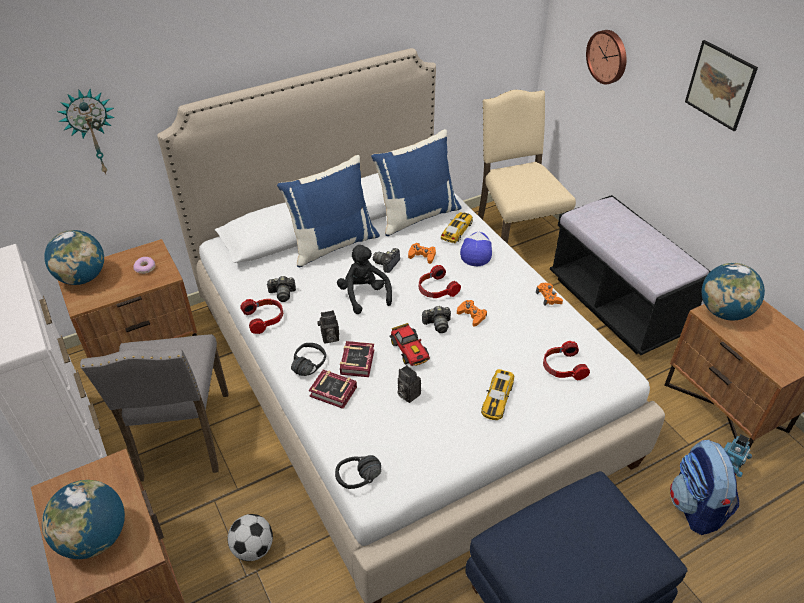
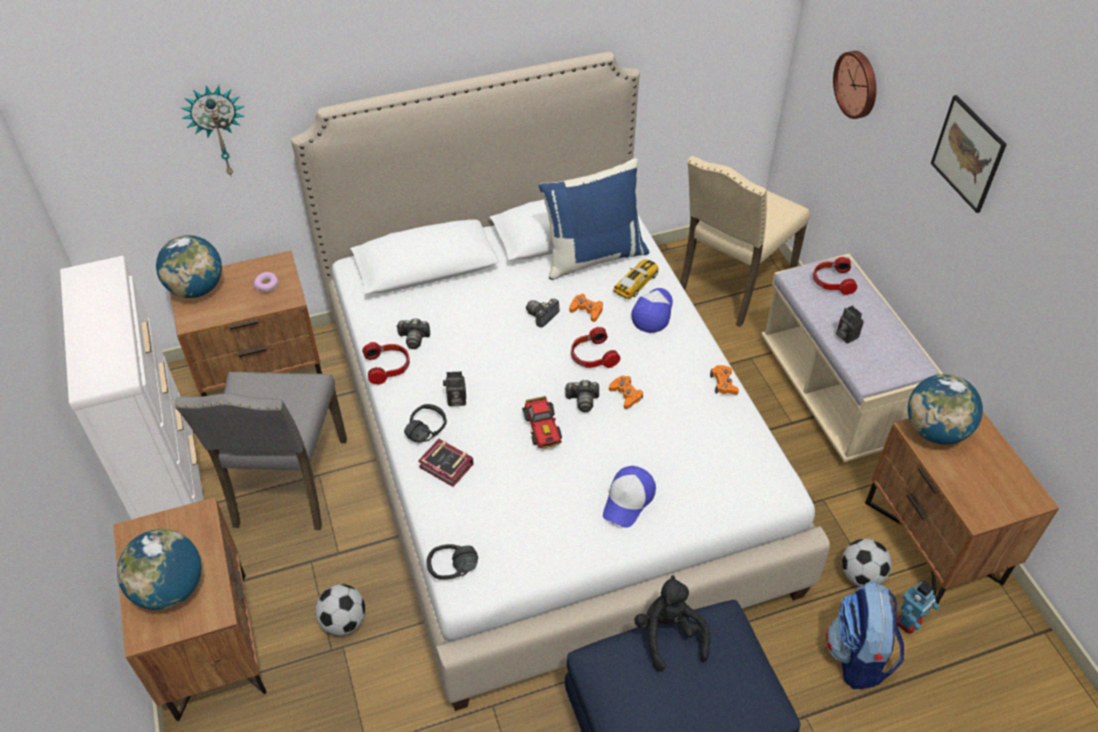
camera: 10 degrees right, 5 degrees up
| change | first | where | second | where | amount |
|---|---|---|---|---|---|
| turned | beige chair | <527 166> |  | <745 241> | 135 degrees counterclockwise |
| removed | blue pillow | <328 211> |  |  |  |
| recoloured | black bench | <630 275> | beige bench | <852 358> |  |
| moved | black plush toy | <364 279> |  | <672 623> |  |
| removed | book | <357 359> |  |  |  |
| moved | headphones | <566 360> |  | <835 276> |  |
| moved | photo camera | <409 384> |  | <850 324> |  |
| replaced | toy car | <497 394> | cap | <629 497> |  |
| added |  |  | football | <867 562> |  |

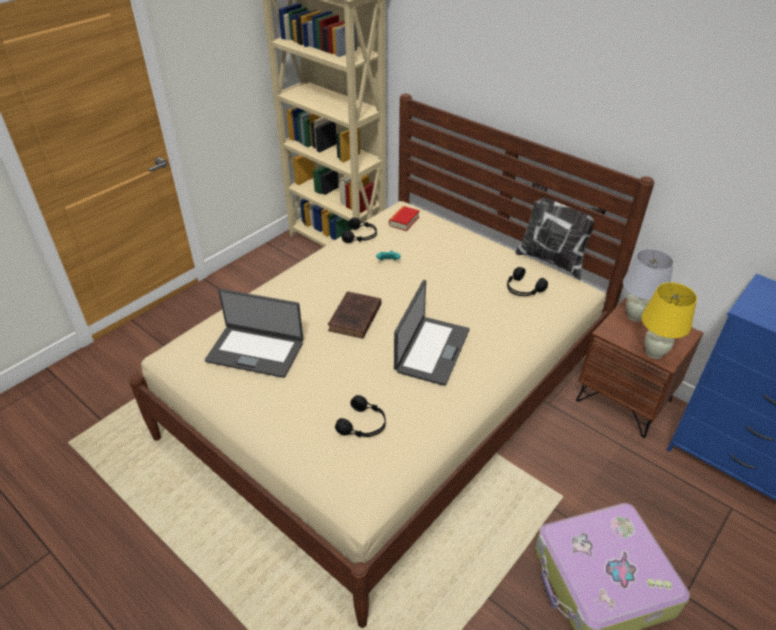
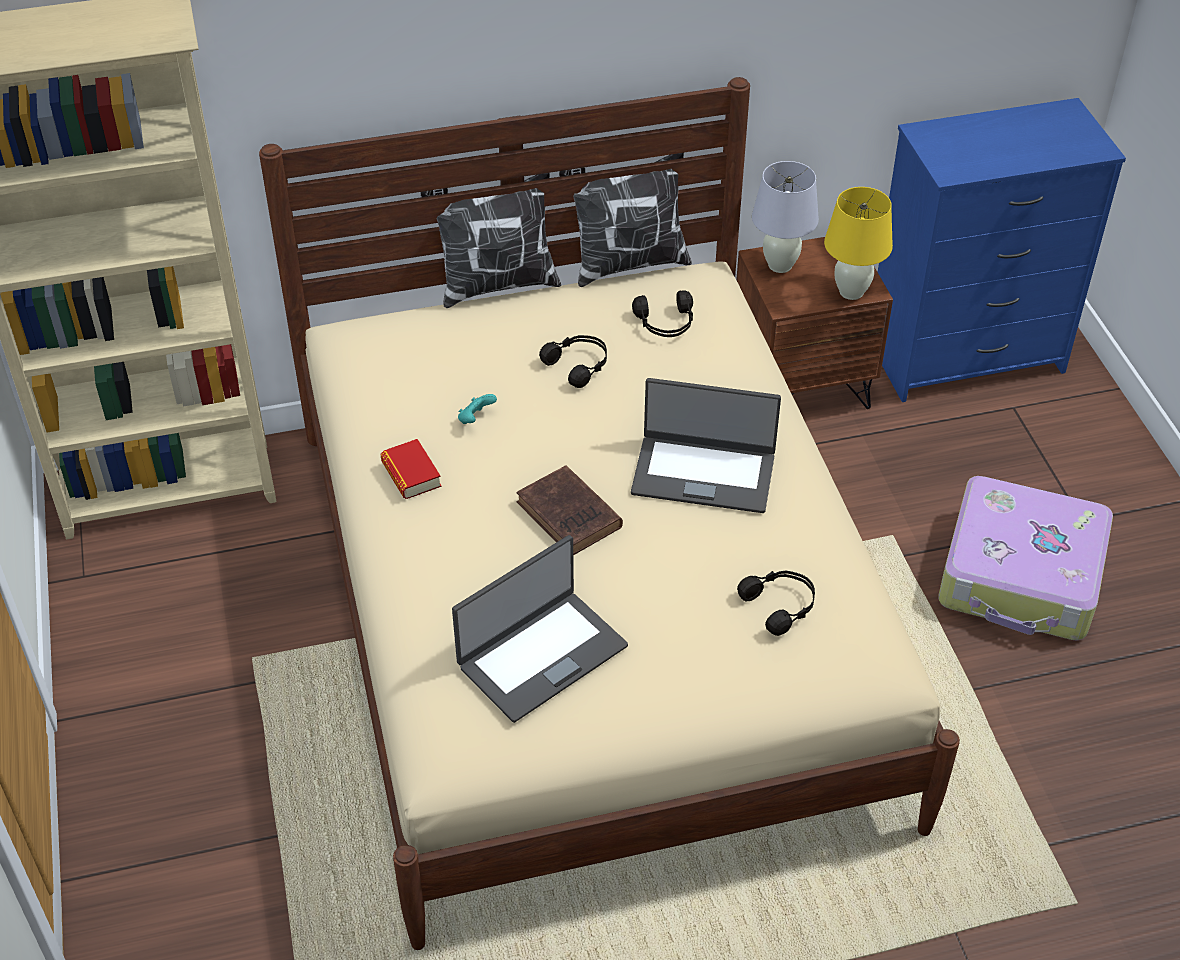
camera: 55 degrees left, 5 degrees up
| change | first | where | second | where | amount |
|---|---|---|---|---|---|
| moved | book | <404 218> |  | <410 469> |  |
| moved | black headphones | <359 230> |  | <573 361> |  |
| turned | laptop | <432 333> |  | <706 445> | 135 degrees clockwise |
| added |  |  | pillow | <491 240> |  |

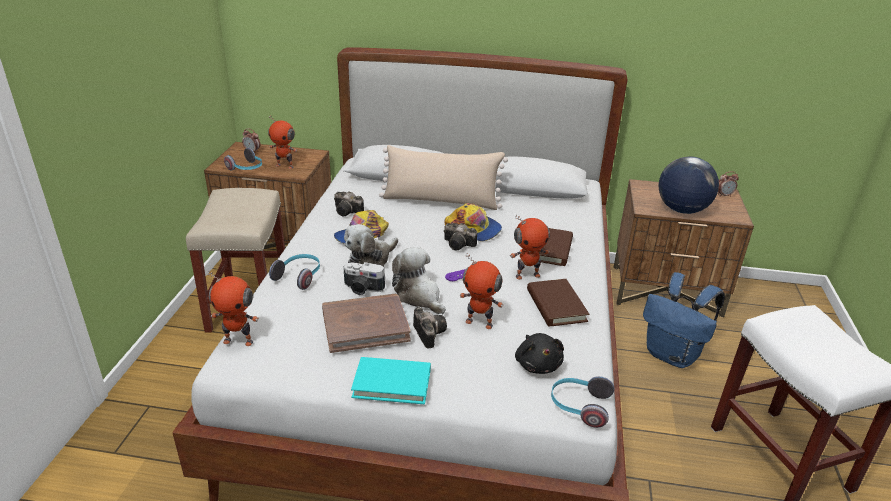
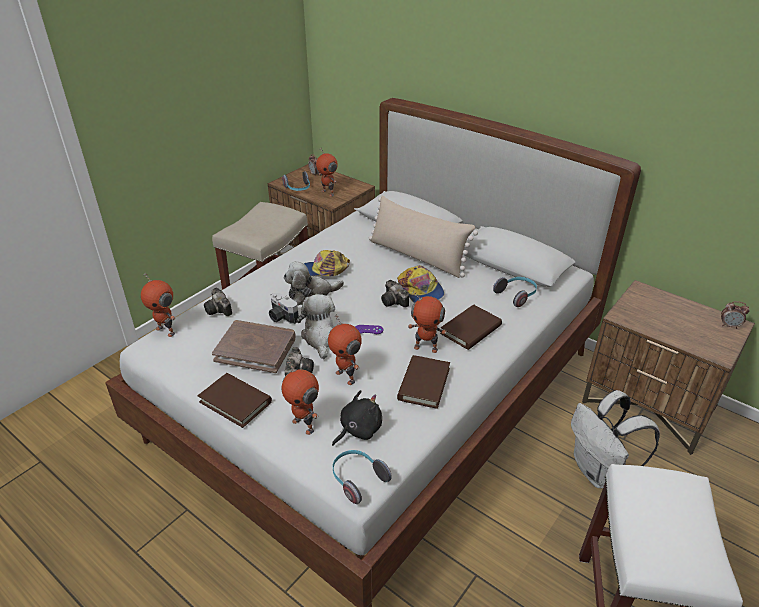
camera: 30 degrees right, 5 degrees up
| change | first | where | second | where | amount |
|---|---|---|---|---|---|
| removed | globe | <689 185> |  |  |  |
| moved | photo camera | <349 203> |  | <218 302> |  |
| moved | headphones | <294 272> |  | <515 292> |  |
| recoloured | blue backpack | <684 320> | white backpack | <615 439> |  |
| turned | black plush toy | <539 353> |  | <357 418> | 150 degrees counterclockwise |
| recoloured | turquoise book | <391 380> | brown book | <235 400> |  |
| added |  |  | toy robot | <300 397> |  |

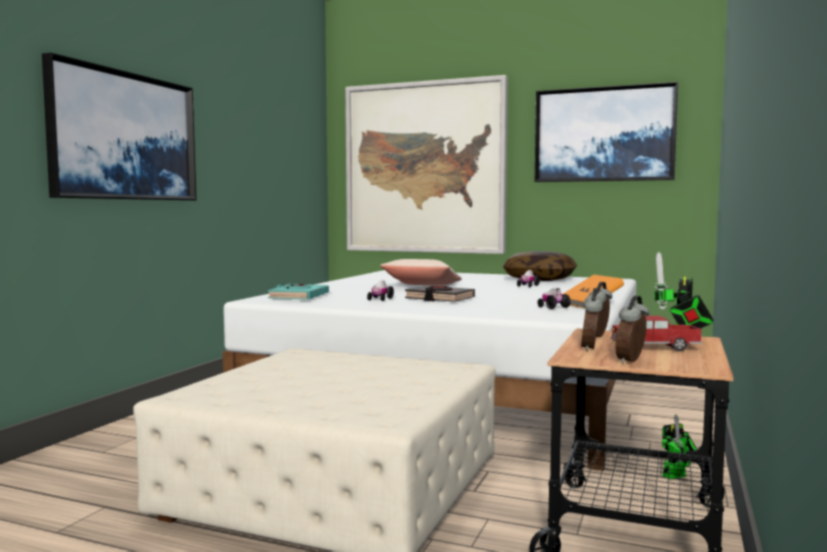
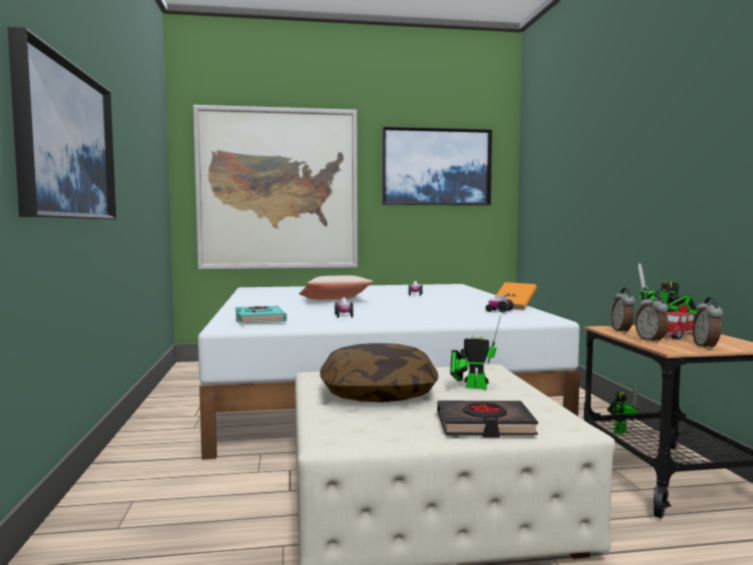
camera: 30 degrees left, 0 degrees up
| change | first | where | second | where | amount |
|---|---|---|---|---|---|
| moved | pillow | <540 266> |  | <379 372> |  |
| moved | black book | <440 294> |  | <487 419> |  |
| added |  |  | toy robot | <475 352> |  |

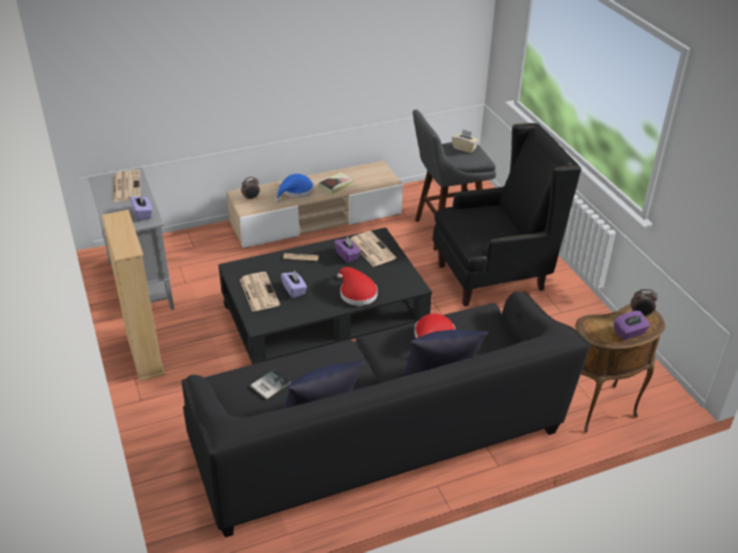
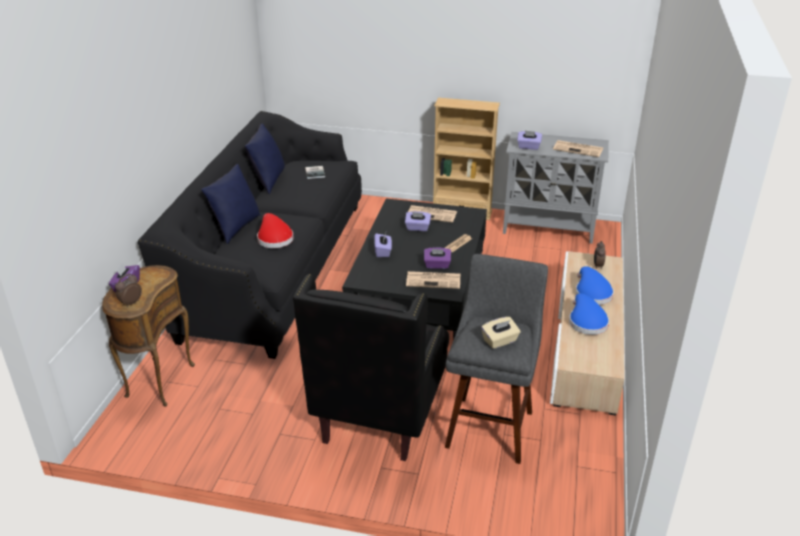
camera: 125 degrees right, 5 degrees down
| change | first | where | second | where | amount |
|---|---|---|---|---|---|
| replaced | book | <336 183> | blue hat | <589 314> |  |
| replaced | red hat | <357 286> | purple tissue box | <383 245> |  |

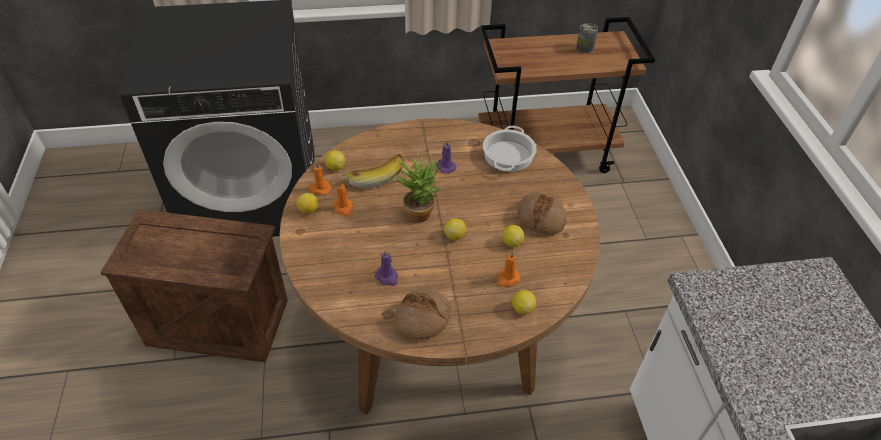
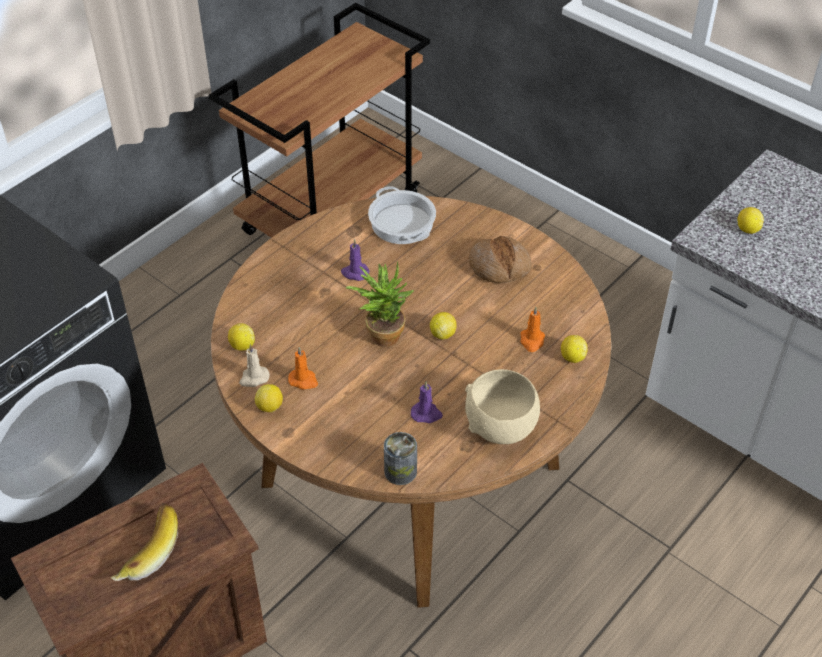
camera: 40 degrees left, 0 degrees up
| change | first | where | second | where | amount |
|---|---|---|---|---|---|
| moved | can | <587 38> |  | <400 458> |  |
| moved | banana | <371 171> |  | <144 542> |  |
| recoloured | orange candle | <320 178> | beige candle | <254 365> |  |
| moved | lemon | <513 236> |  | <750 220> |  |
| replaced | bread | <423 314> | beige bowl | <502 406> |  |

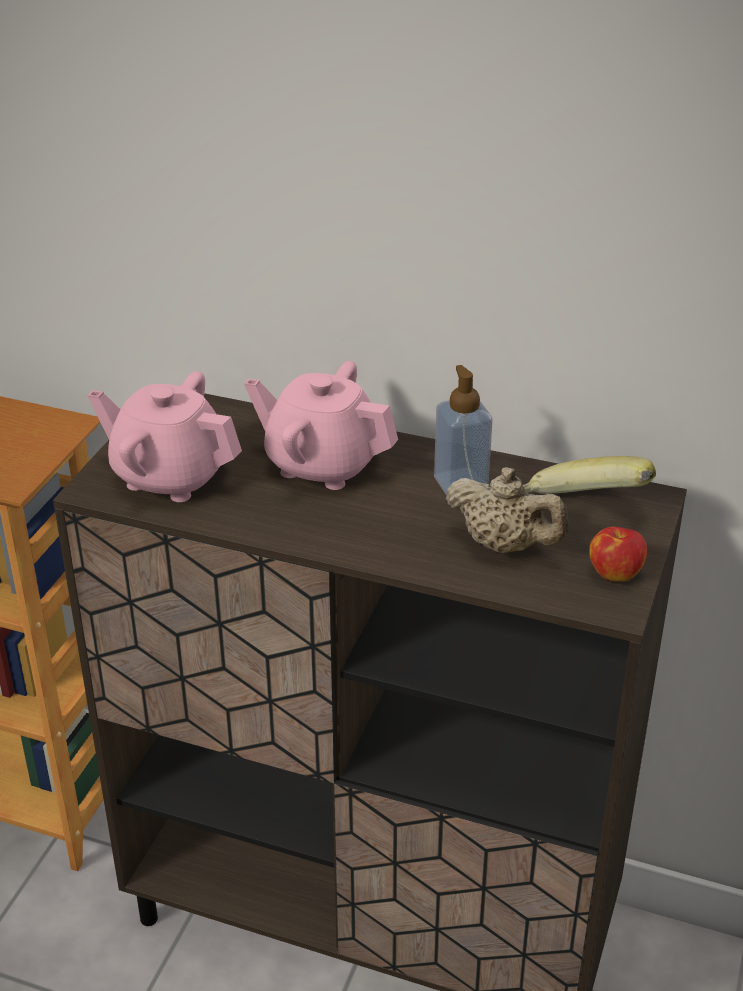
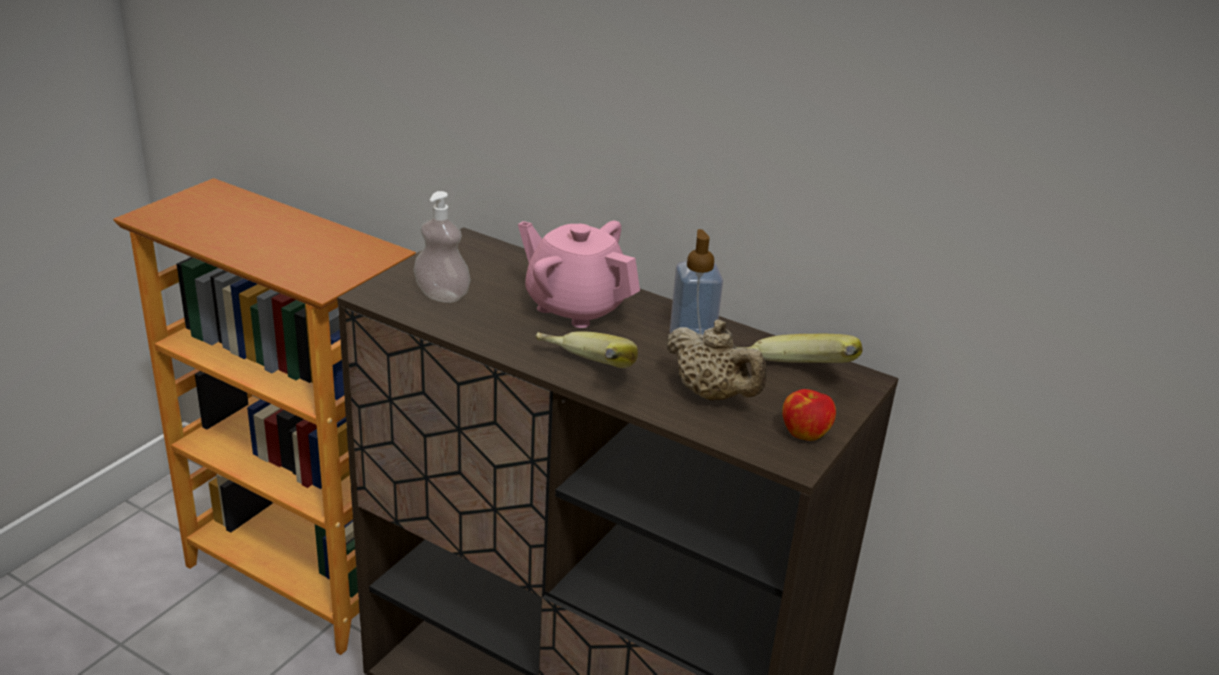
camera: 10 degrees right, 5 degrees down
| change | first | where | second | where | amount |
|---|---|---|---|---|---|
| replaced | pink teapot | <164 436> | soap dispenser | <442 247> |  |
| added |  |  | banana | <587 349> |  |

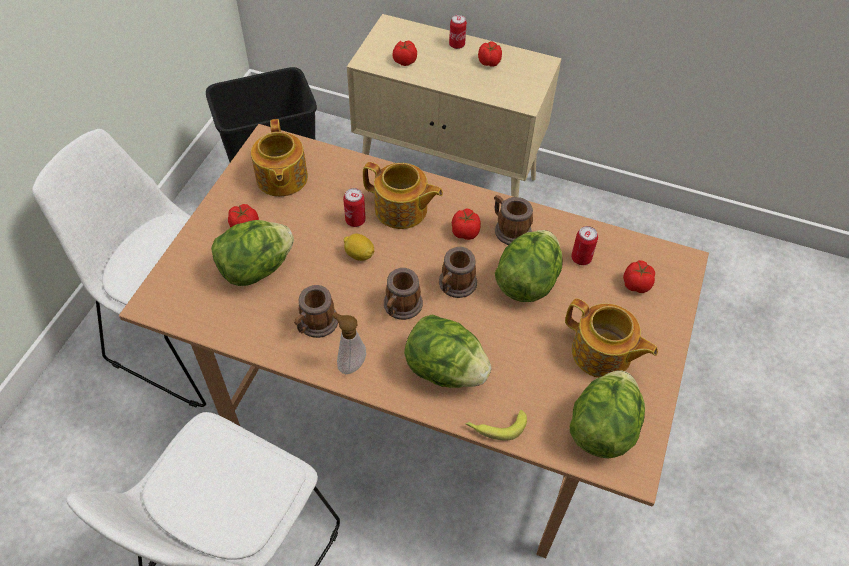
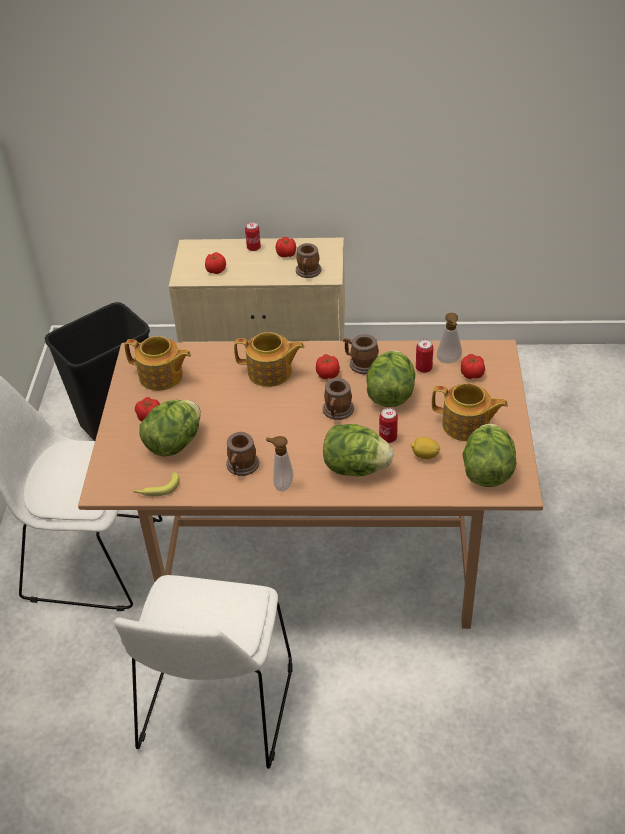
camera: 15 degrees left, 10 degrees down
| change | first | where | second | where | amount |
|---|---|---|---|---|---|
| turned | teapot | <279 158> |  | <157 363> | 45 degrees counterclockwise |
| moved | can | <354 207> |  | <388 425> |  |
| moved | lemon | <358 247> |  | <425 448> |  |
| moved | mug | <403 294> |  | <308 260> |  |
| moved | banana | <496 425> |  | <156 484> |  |
| added |  |  | soap dispenser | <449 338> |  |

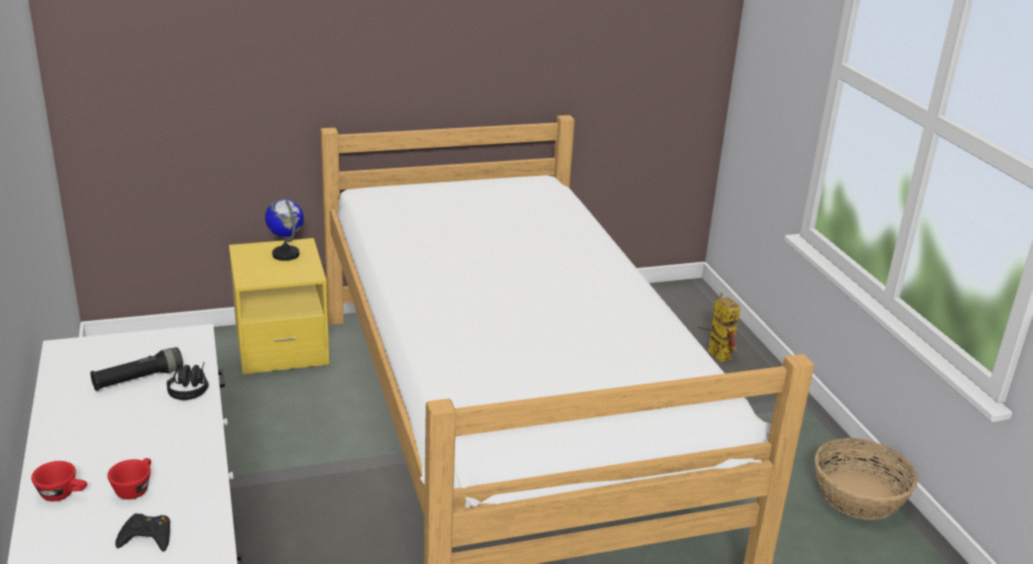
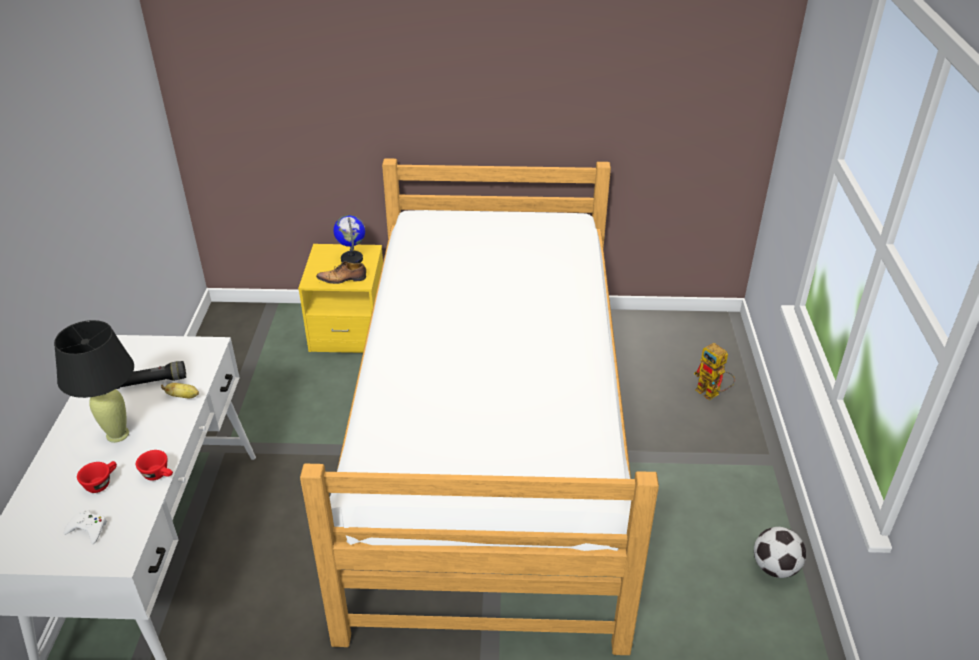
camera: 20 degrees right, 10 degrees up
| change | first | where | second | where | amount |
|---|---|---|---|---|---|
| turned | toy robot | <719 327> |  | <714 371> | 150 degrees clockwise |
| replaced | black headphones | <188 381> | banana | <180 390> |  |
| replaced | basket | <866 479> | football | <780 552> |  |
| moved | red cup | <59 481> |  | <154 465> |  |
| recoloured | black game controller | <142 532> | white game controller | <85 526> |  |
| added |  |  | shoe | <341 272> |  |
| added |  |  | black table lamp | <94 381> |  |

